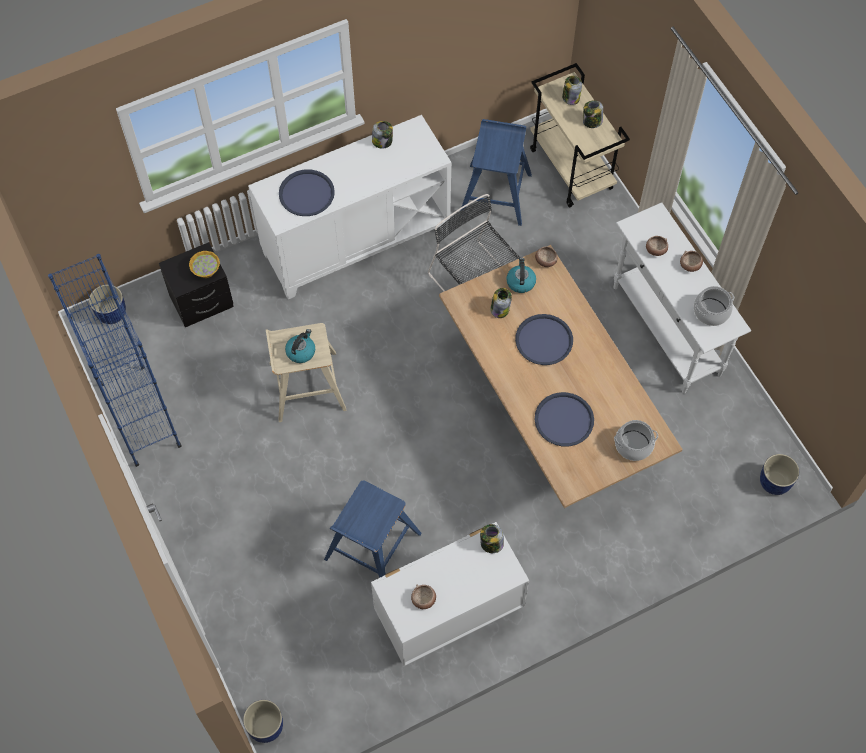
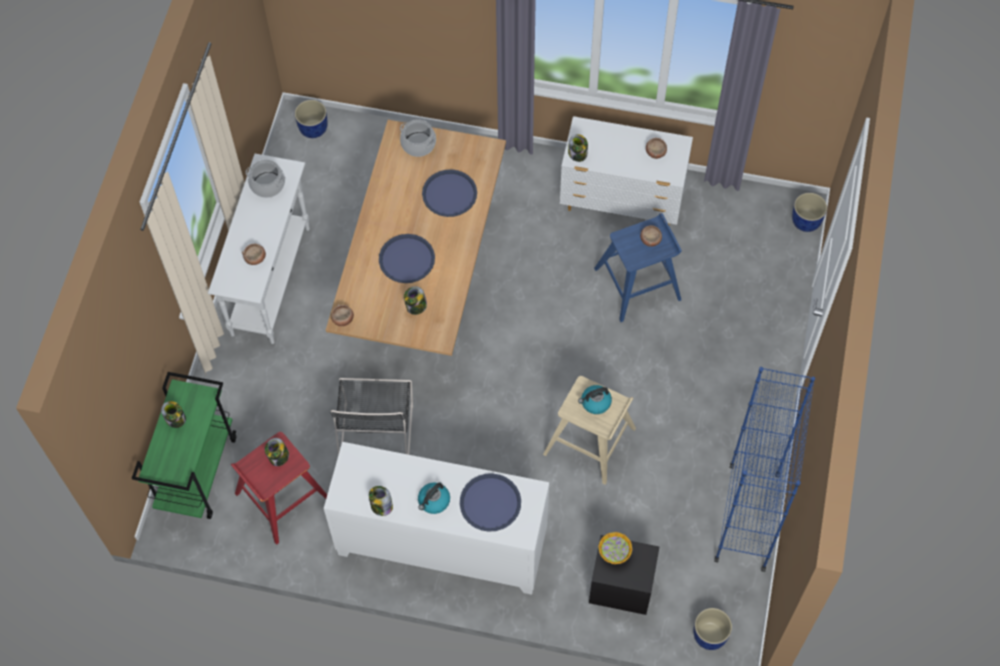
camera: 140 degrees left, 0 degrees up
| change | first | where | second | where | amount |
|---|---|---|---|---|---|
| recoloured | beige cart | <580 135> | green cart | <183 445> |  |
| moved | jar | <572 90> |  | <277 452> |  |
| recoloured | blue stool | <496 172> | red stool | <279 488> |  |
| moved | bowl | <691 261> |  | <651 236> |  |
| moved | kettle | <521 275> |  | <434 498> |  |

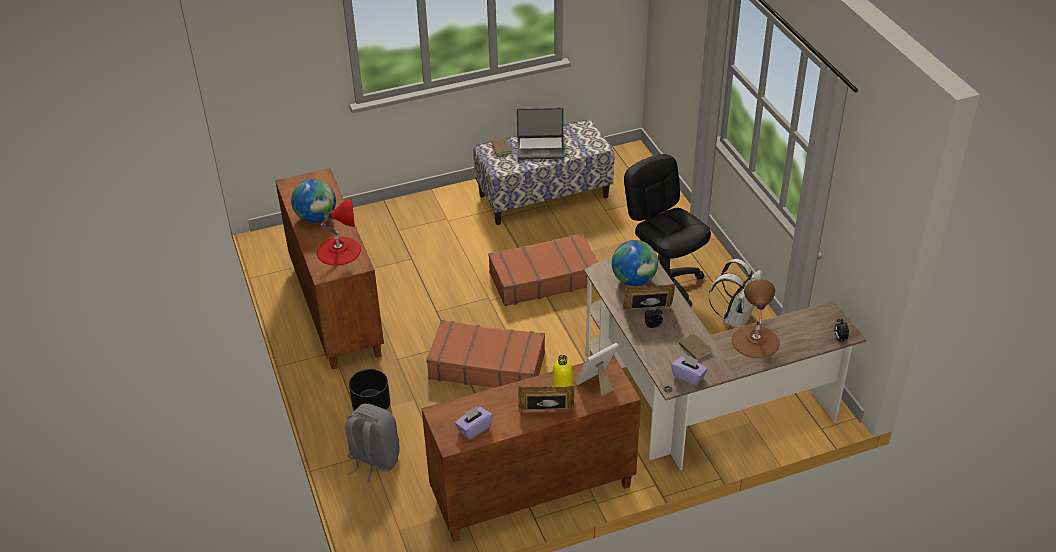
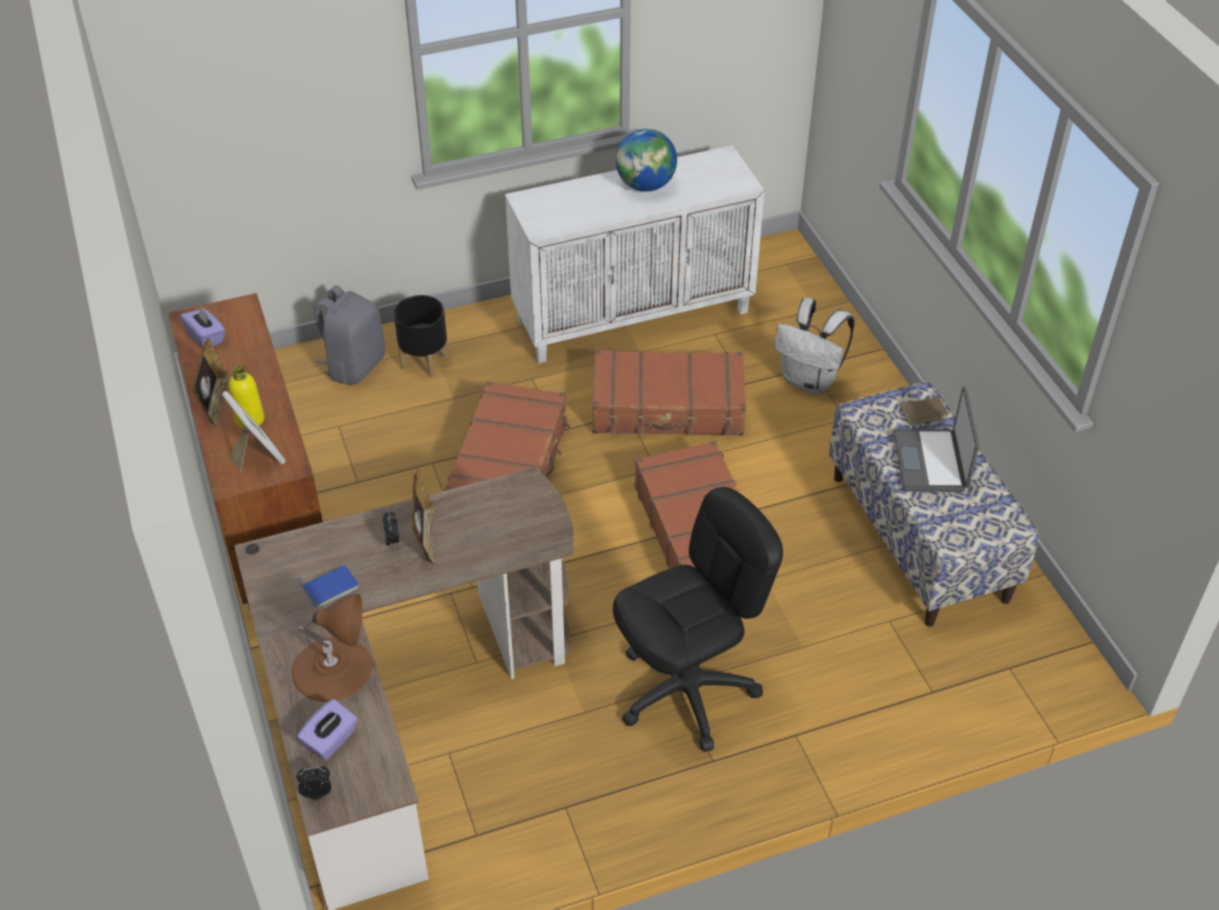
camera: 90 degrees right, 5 degrees up
| change | first | where | second | where | amount |
|---|---|---|---|---|---|
| recoloured | brown cabinet | <329 269> | white cabinet | <635 254> |  |
| removed | red table lamp | <339 232> |  |  |  |
| removed | globe | <635 263> |  |  |  |
| moved | white backpack | <735 293> |  | <815 346> |  |
| recoloured | brown book | <696 346> | blue book | <329 587> |  |
| moved | purple tissue box | <689 370> |  | <327 729> |  |
| added |  |  | brown suitcase | <669 393> |  |

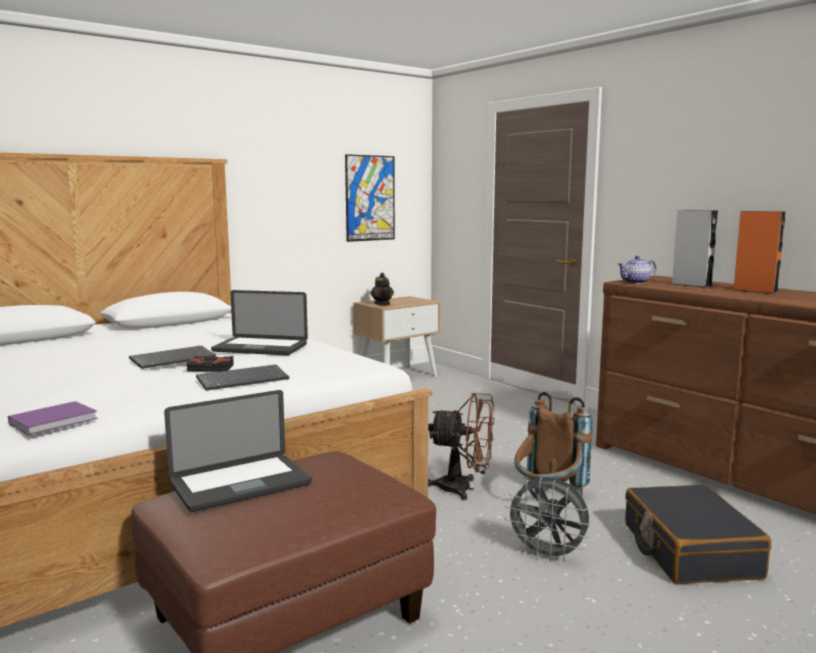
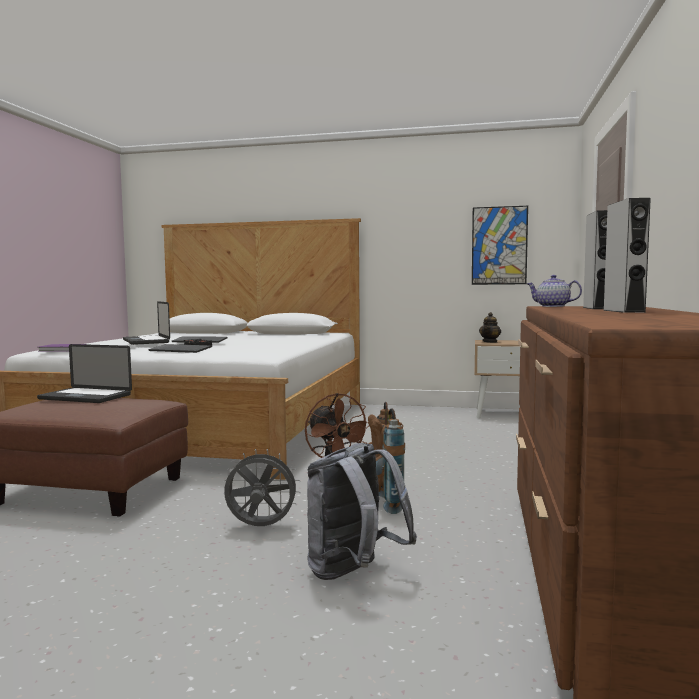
camera: 50 degrees right, 5 degrees down
| change | first | where | second | where | amount |
|---|---|---|---|---|---|
| recoloured | orange speaker | <760 252> | grey speaker | <627 255> |  |
| moved | laptop | <259 322> |  | <146 323> |  |
| turned | grey fan | <547 520> |  | <262 487> | 105 degrees clockwise |
| replaced | black suitcase | <698 534> | grey backpack | <362 511> |  |

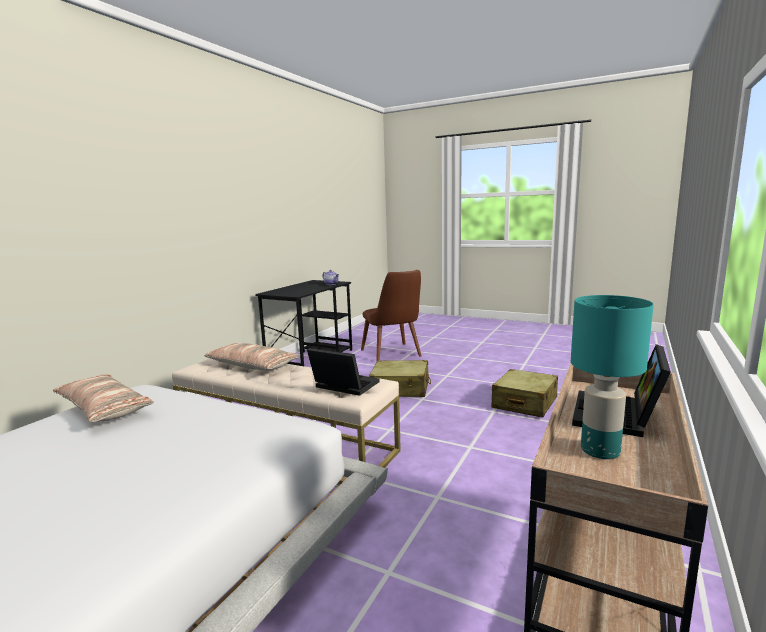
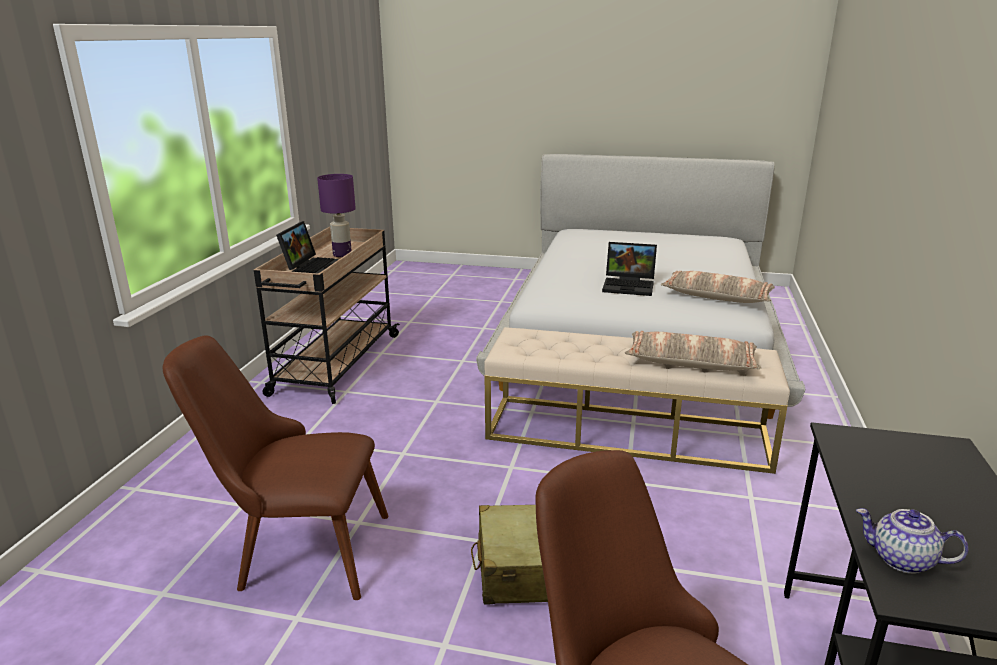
camera: 165 degrees right, 10 degrees up
| change | first | where | second | where | amount |
|---|---|---|---|---|---|
| recoloured | turquoise table lamp | <612 377> | purple table lamp | <336 215> |  |
| moved | laptop | <343 372> |  | <629 269> |  |
| replaced | beige suitcase | <524 393> | brown chair | <275 467> |  |

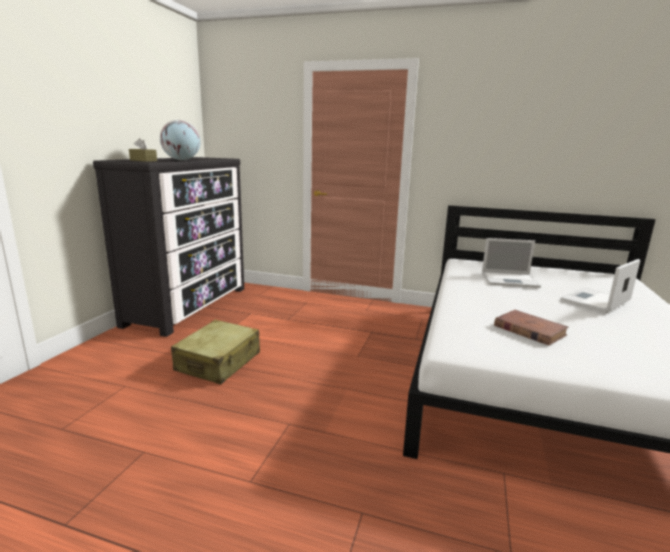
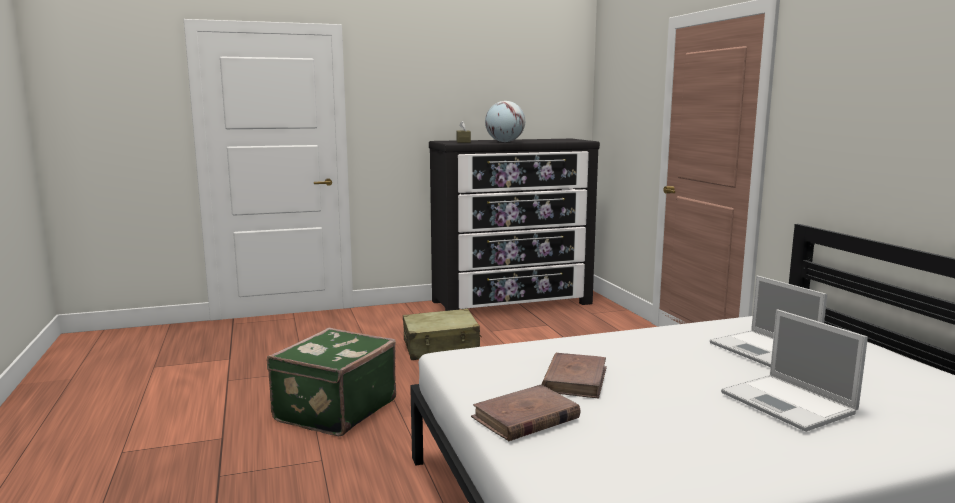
camera: 55 degrees right, 5 degrees down
| change | first | where | second | where | amount |
|---|---|---|---|---|---|
| turned | laptop | <600 286> |  | <794 370> | 135 degrees counterclockwise |
| added |  |  | green suitcase | <331 382> |  |
| added |  |  | brown book | <525 413> |  |

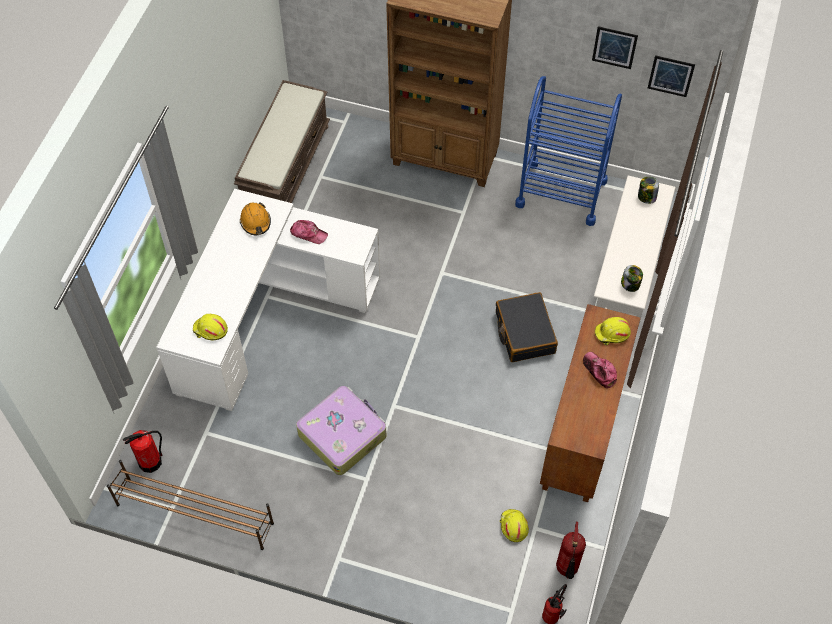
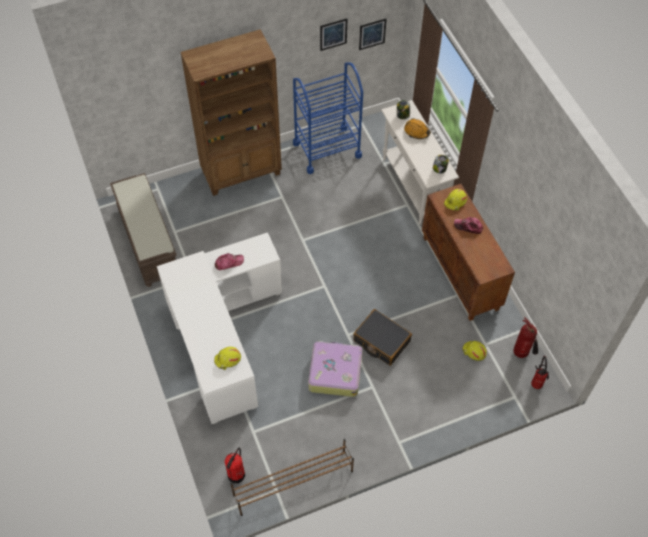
camera: 40 degrees left, 0 degrees up
| change | first | where | second | where | amount |
|---|---|---|---|---|---|
| moved | orange hard hat | <255 219> |  | <417 128> |  |
| moved | black suitcase | <527 327> |  | <382 337> |  |

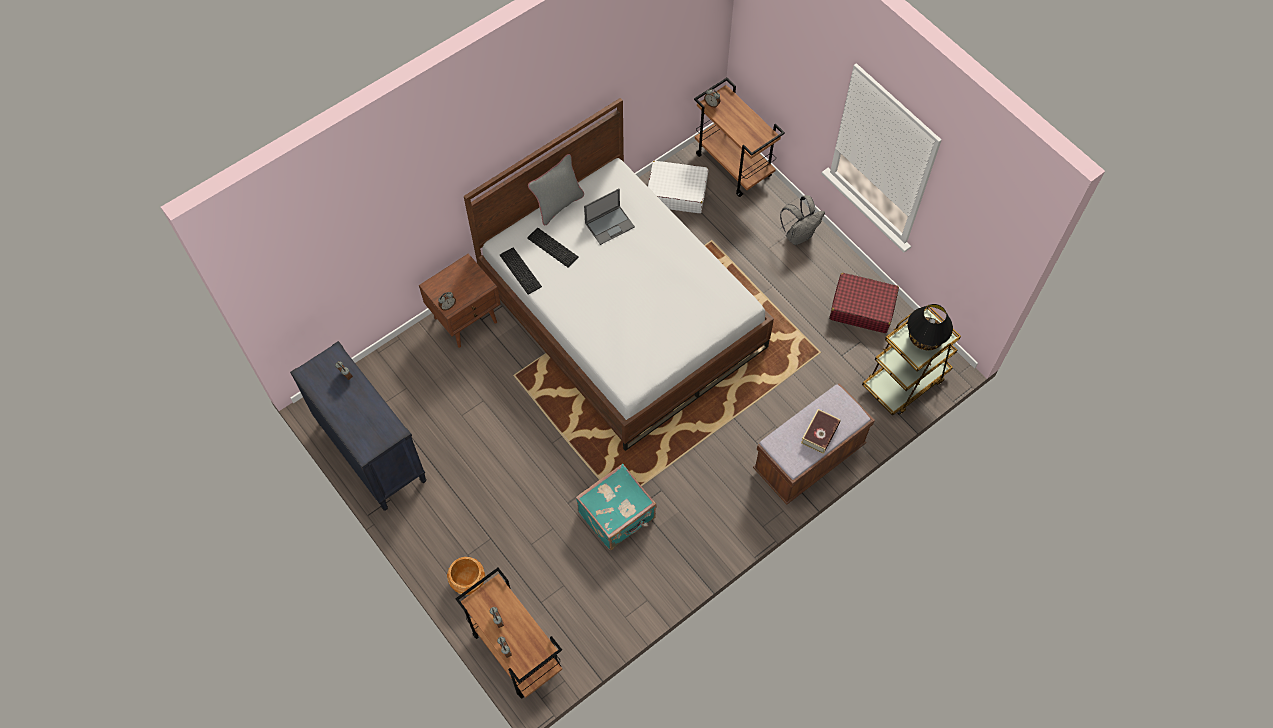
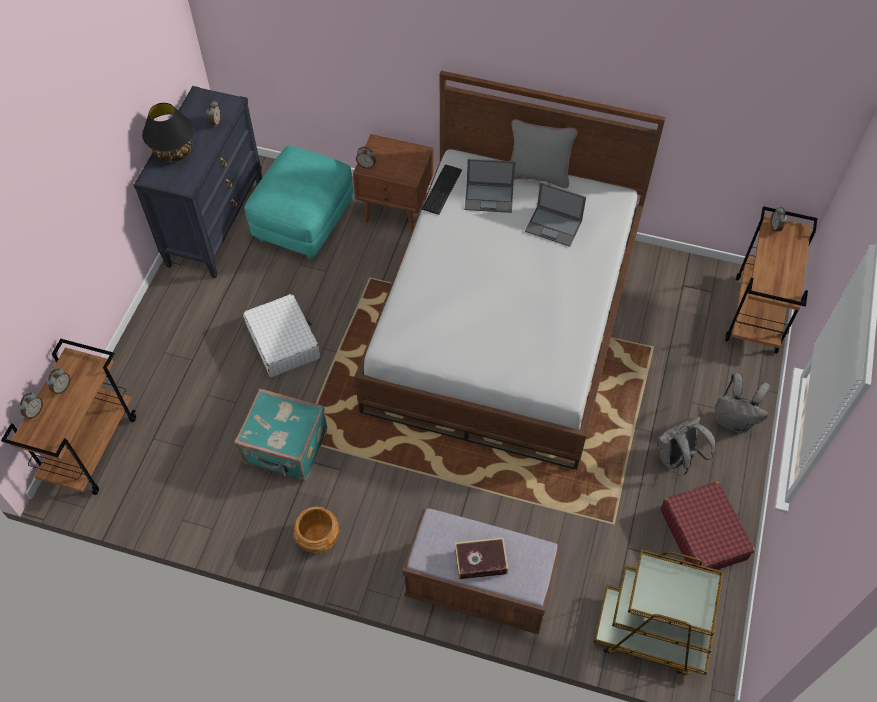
camera: 55 degrees right, 5 degrees down
| change | first | where | second | where | amount |
|---|---|---|---|---|---|
| moved | white suitcase | <678 187> |  | <281 335> |  |
| replaced | keyboard | <553 248> | laptop | <490 186> |  |
| moved | black table lamp | <930 327> |  | <168 132> |  |
| moved | brown planter | <466 576> |  | <316 530> |  |
| added |  |  | turquoise ottoman | <298 202> |  |
| added |  |  | grey backpack | <686 446> |  |

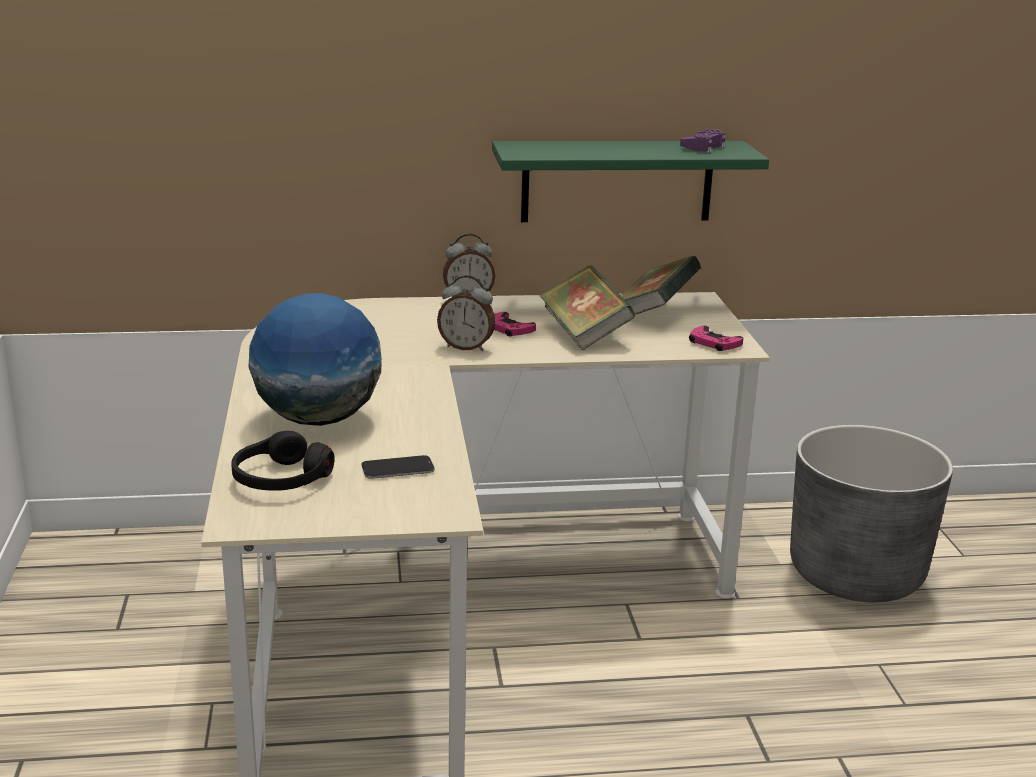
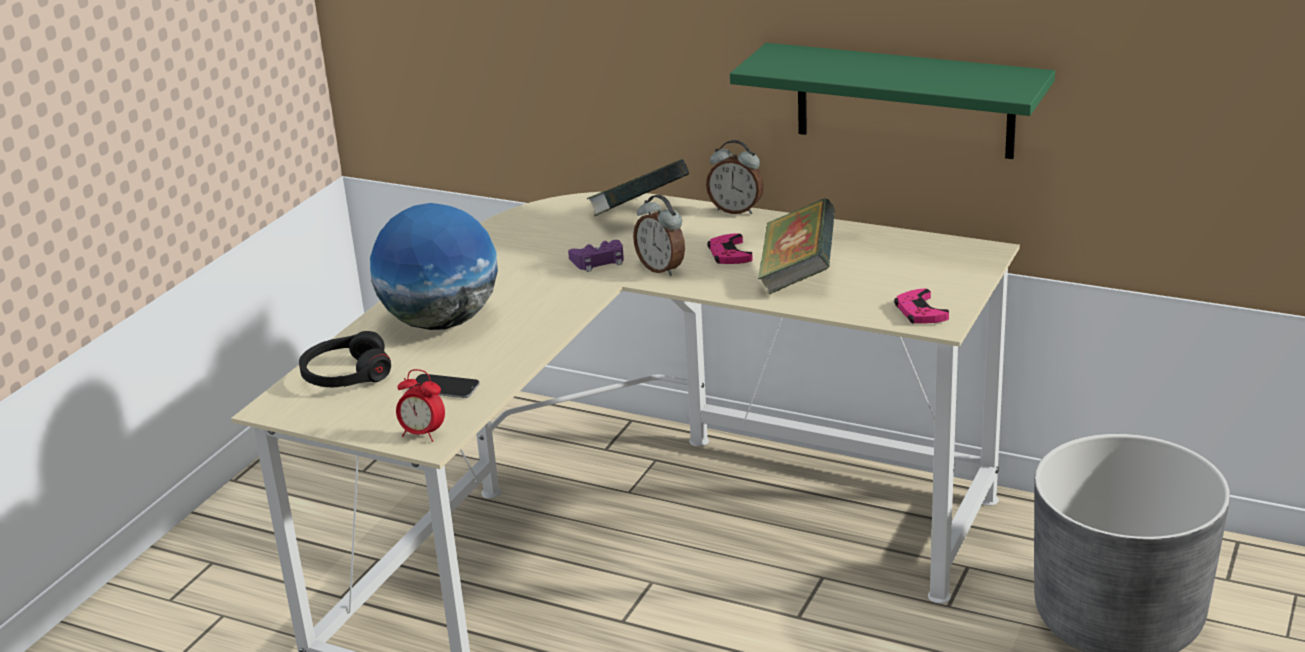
camera: 35 degrees right, 5 degrees up
| change | first | where | second | where | amount |
|---|---|---|---|---|---|
| moved | purple game controller | <703 140> |  | <596 256> |  |
| moved | book | <661 285> |  | <637 187> |  |
| added |  |  | alarm clock | <420 405> |  |

